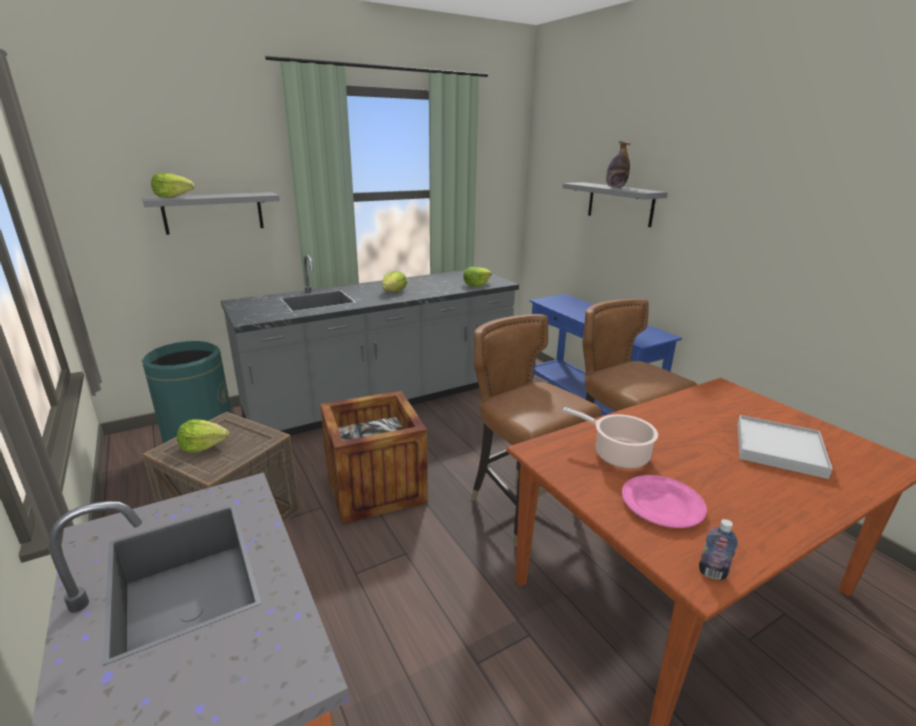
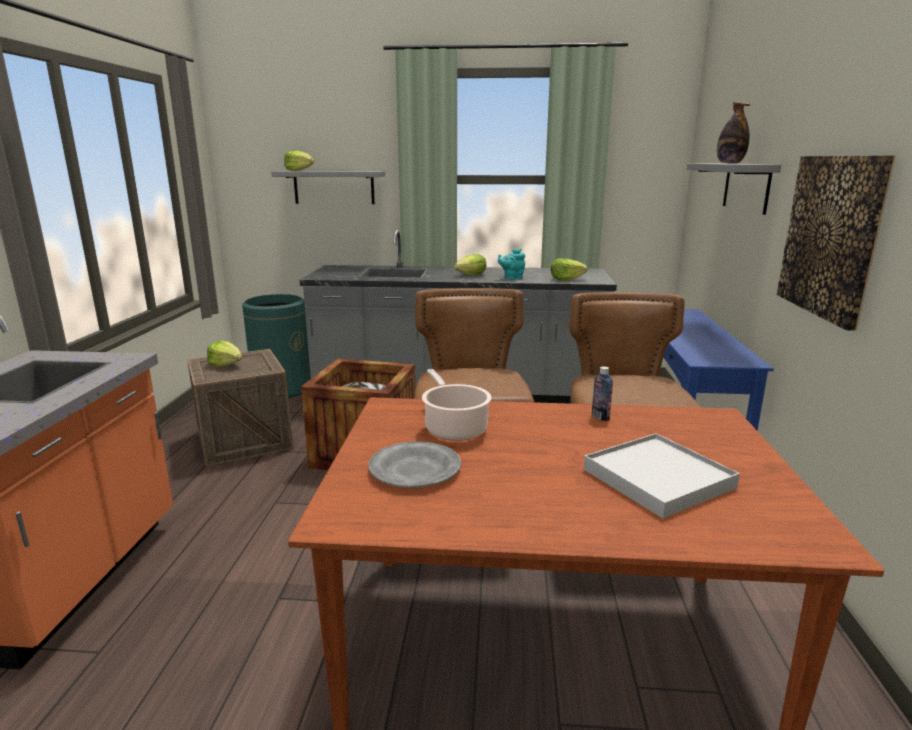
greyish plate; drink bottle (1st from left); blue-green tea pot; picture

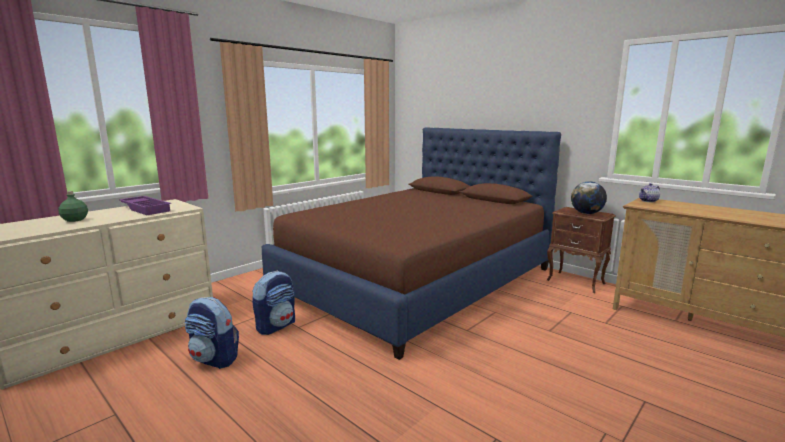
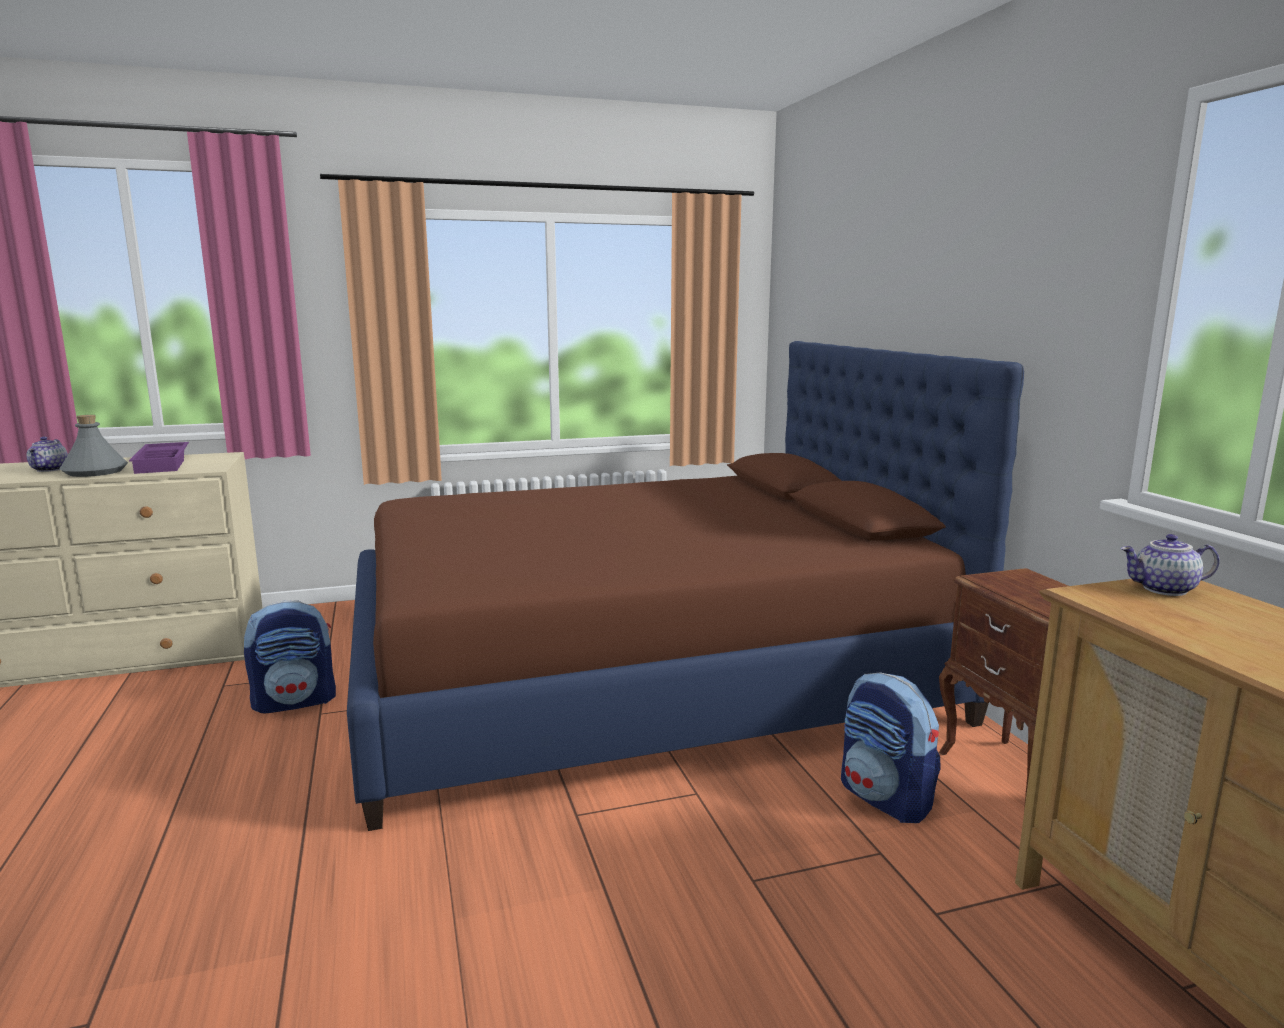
tea pot (1st from left); knapsack (2nd from left); world globe; greyish drink bottle

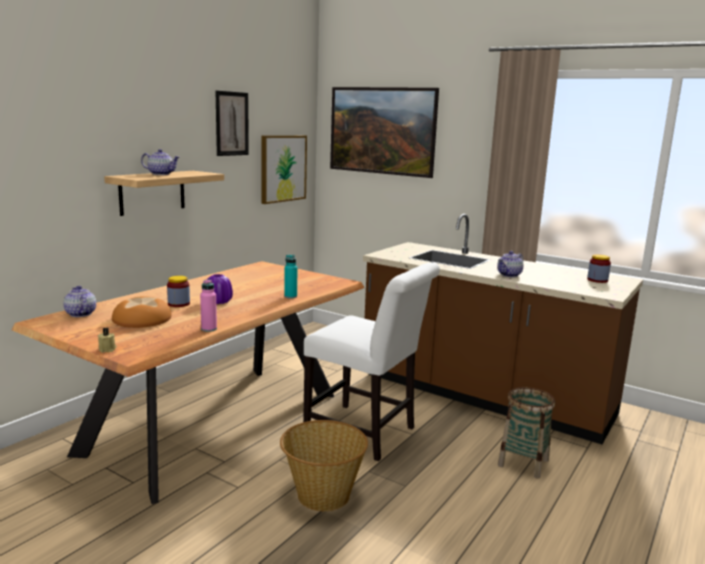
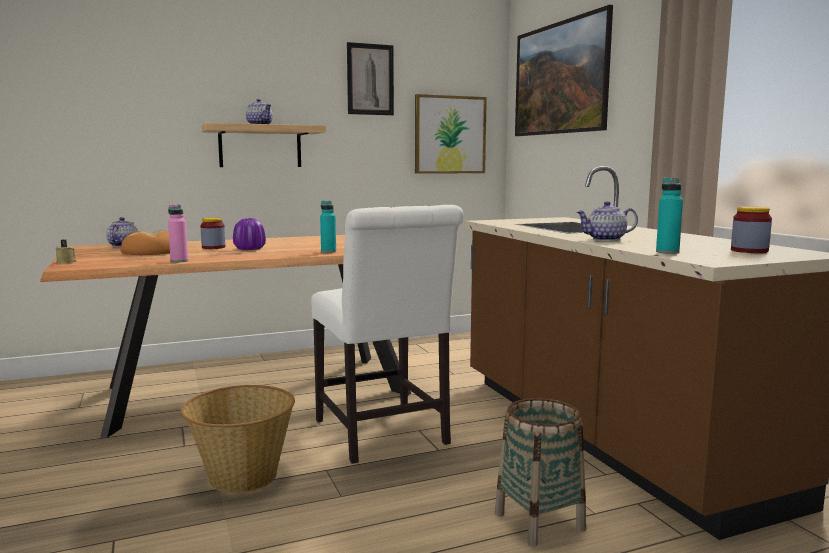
blue-green drink bottle (2nd from left)

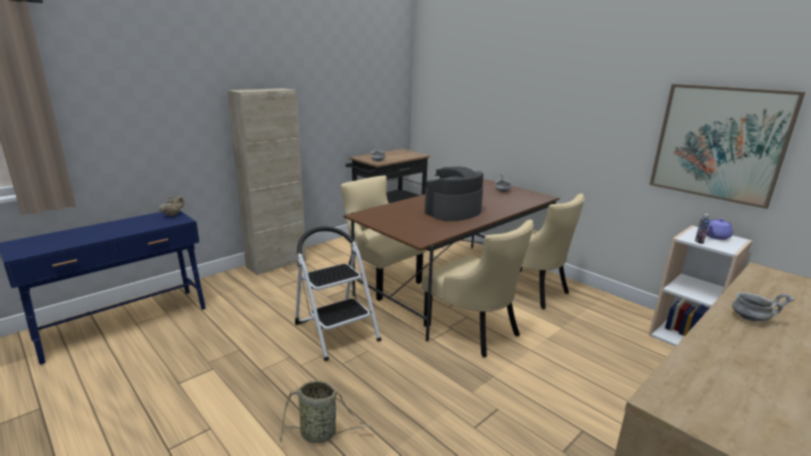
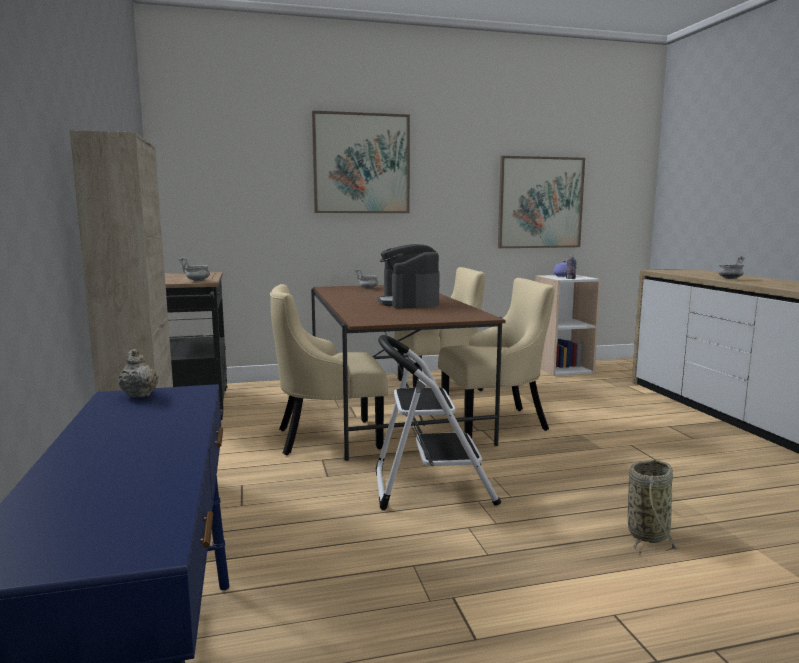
picture (1st from left)

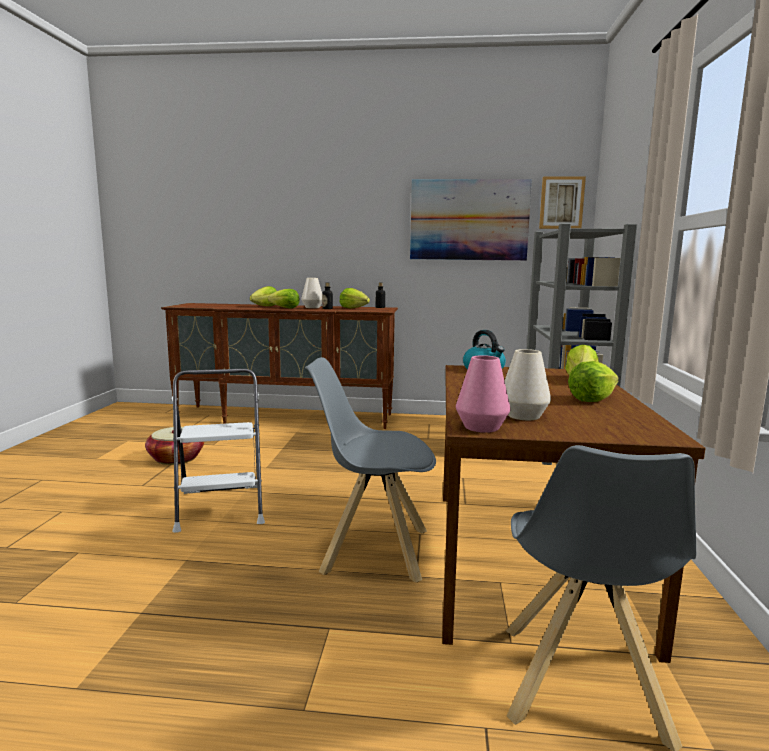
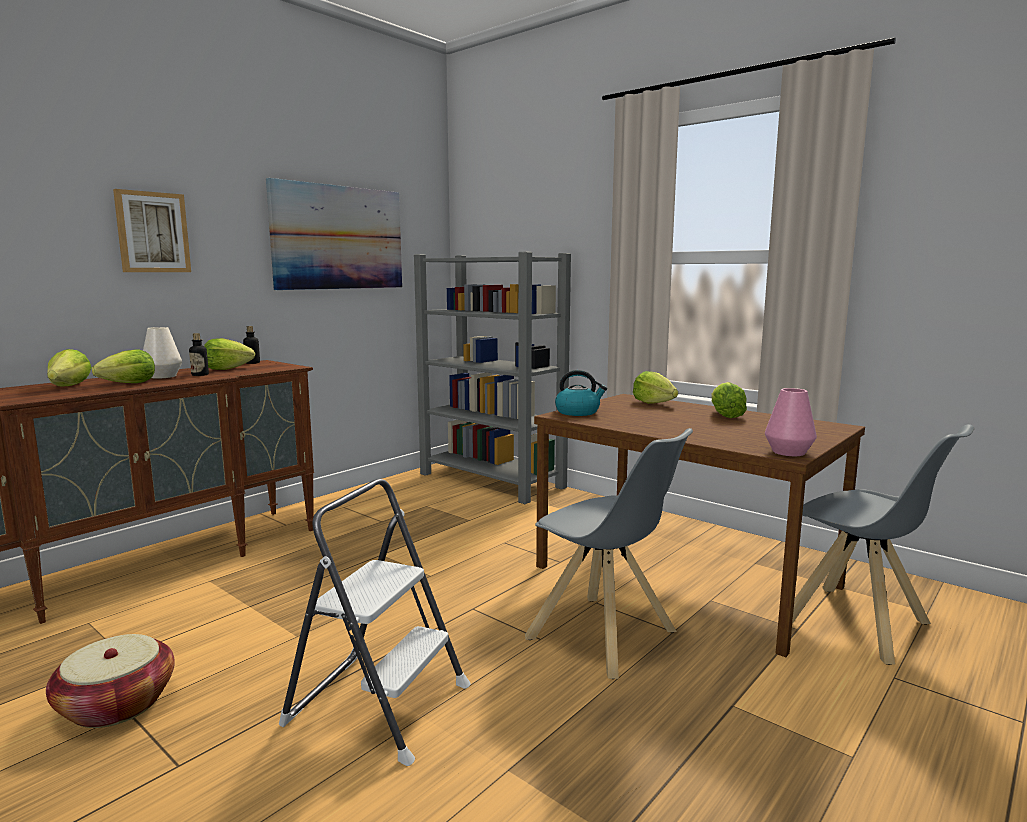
greyish plain chair (1st from left); white-coloured flower vase (2nd from left in the first image); picture (1st from left)

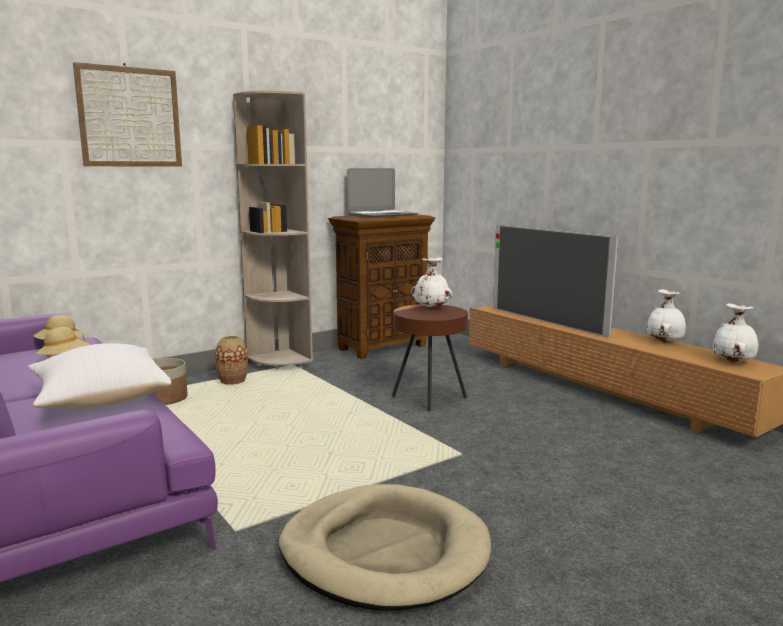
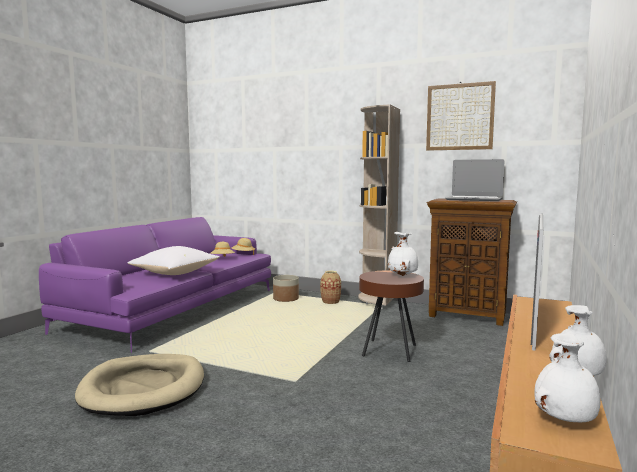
picture

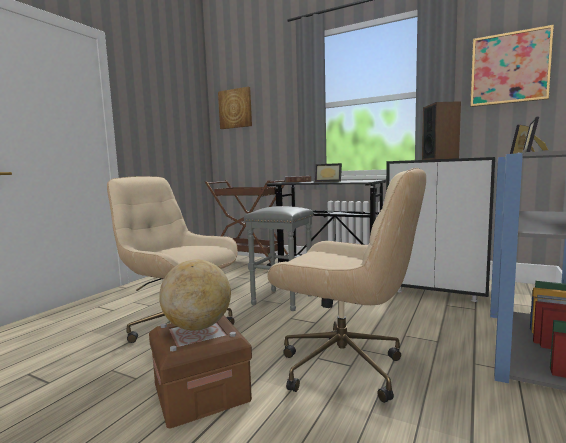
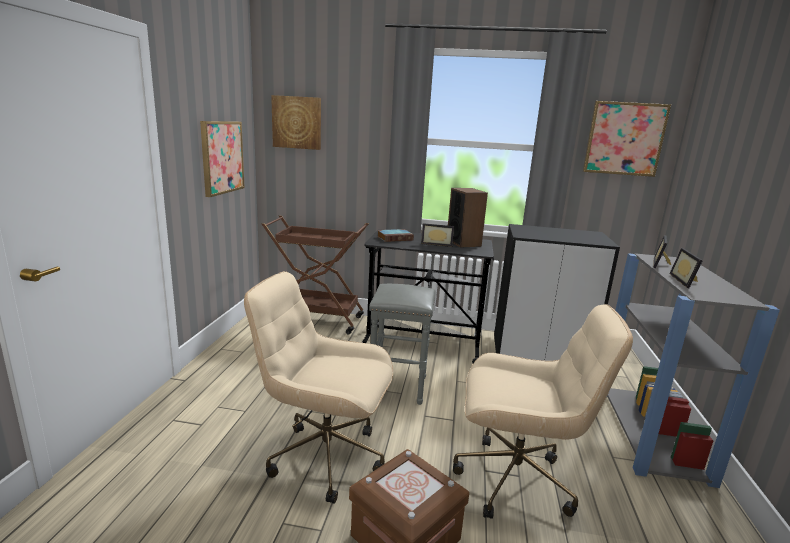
world globe; audio speaker; picture (1st from left)

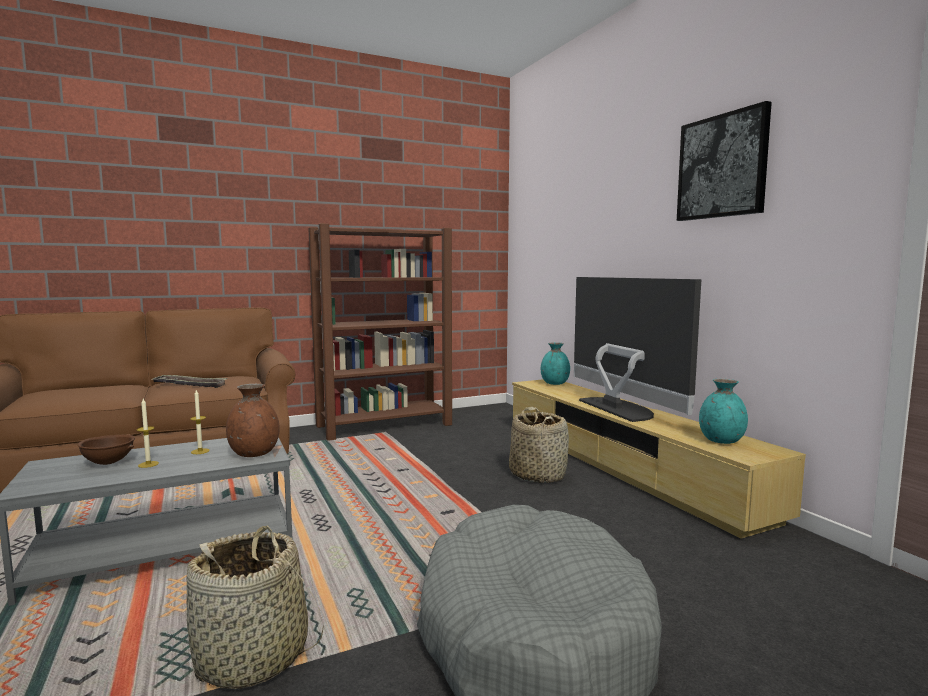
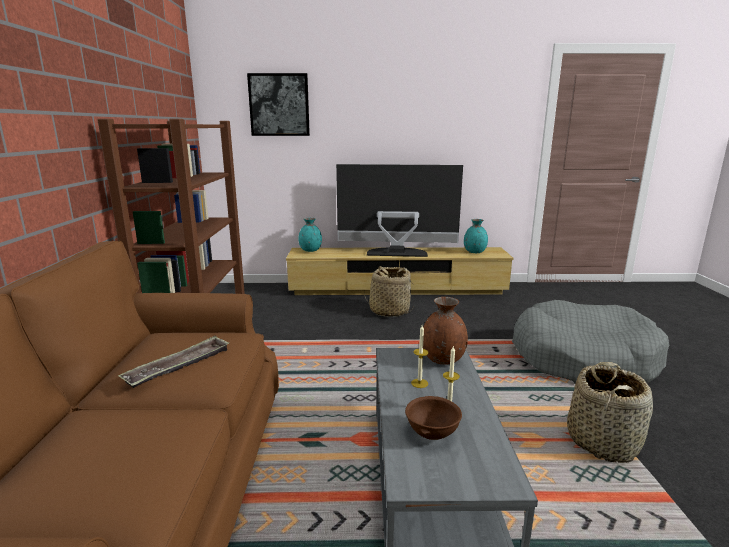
picture

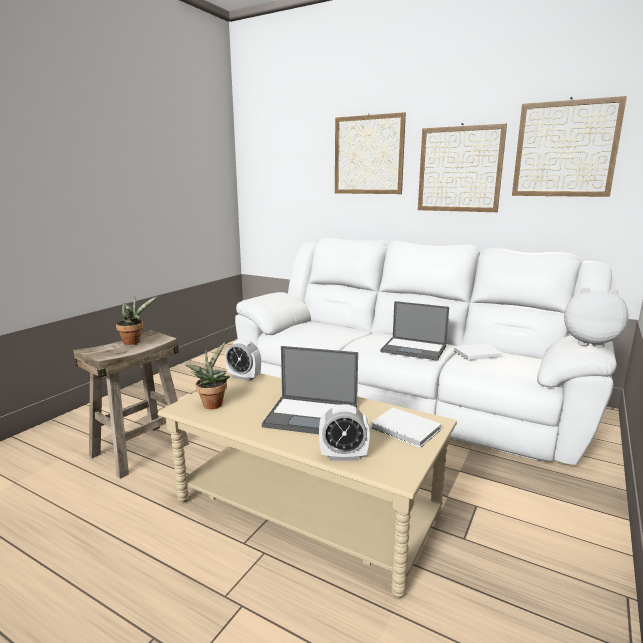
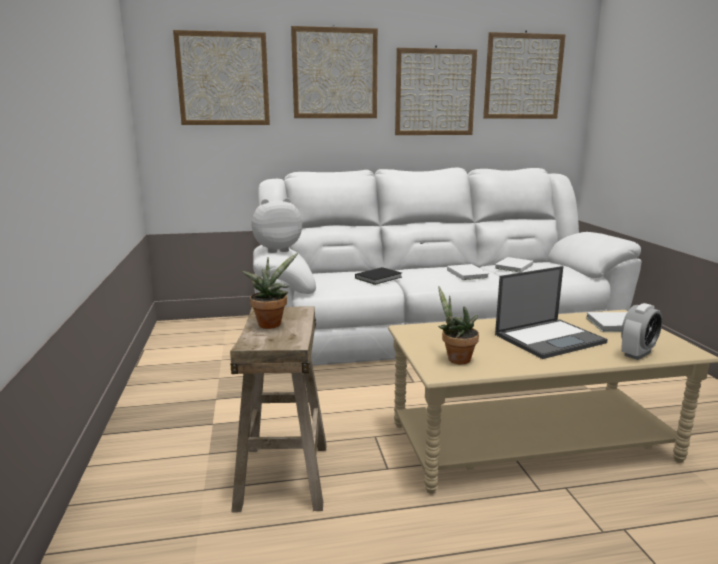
alarm clock (1st from left in the first image); white-coloured volume (1st from left); soft toy; picture (1st from left); blackish volume

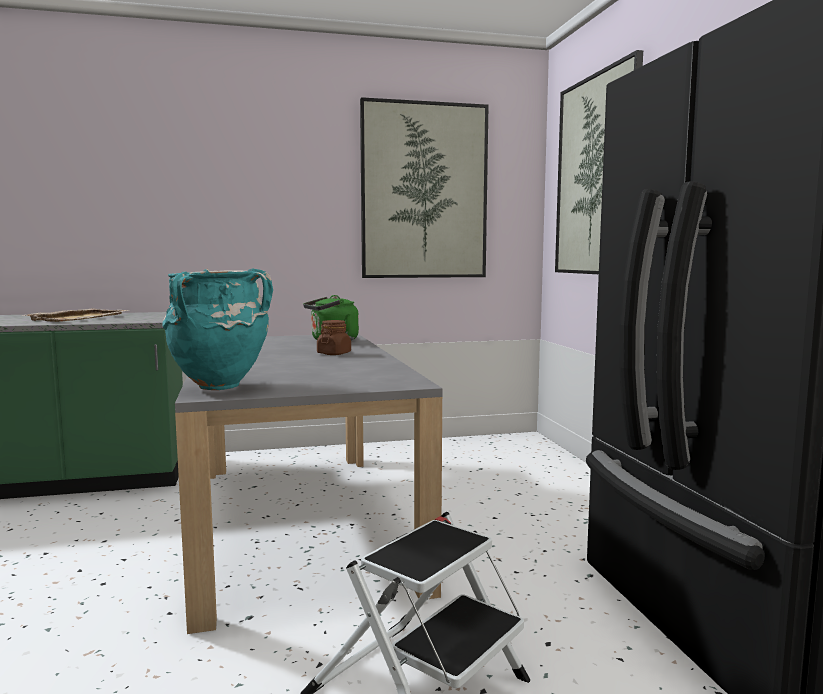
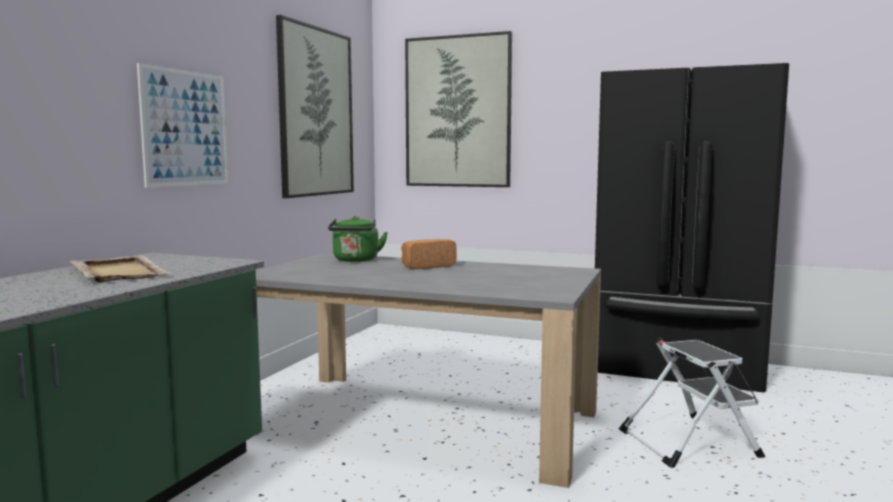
blue-green flower vase; bakery bread; picture (1st from left)

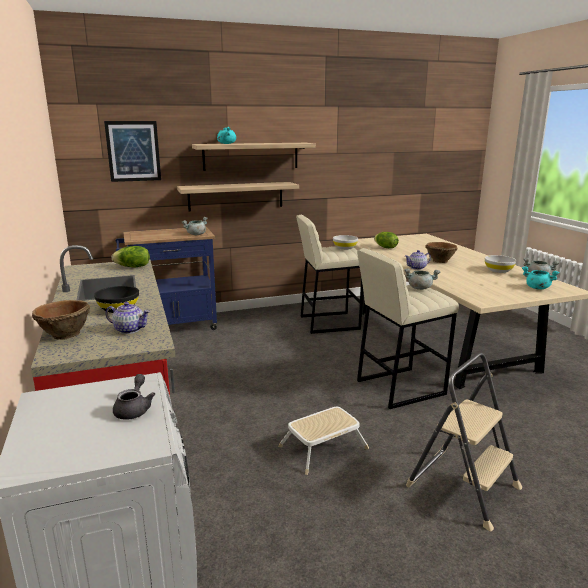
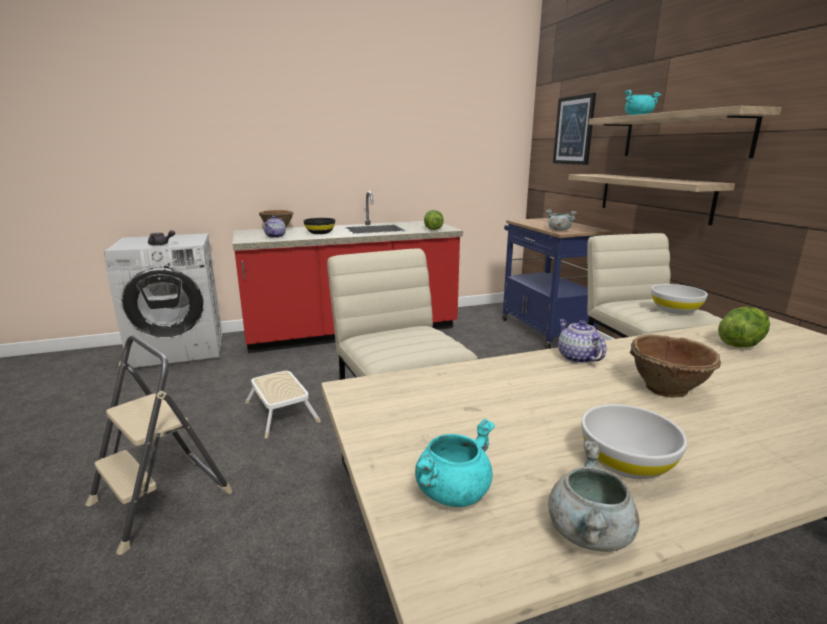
greyish cooking pot (2nd from left in the first image)

